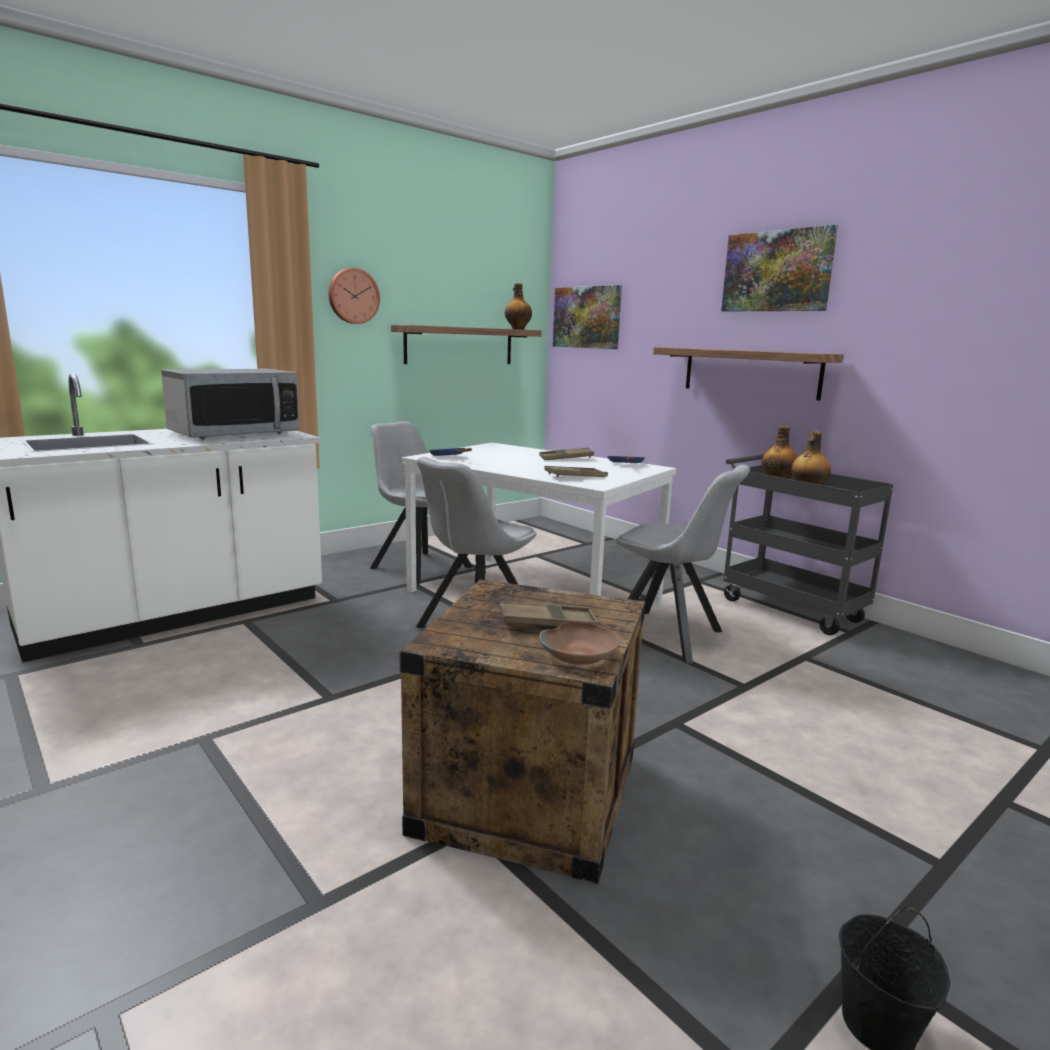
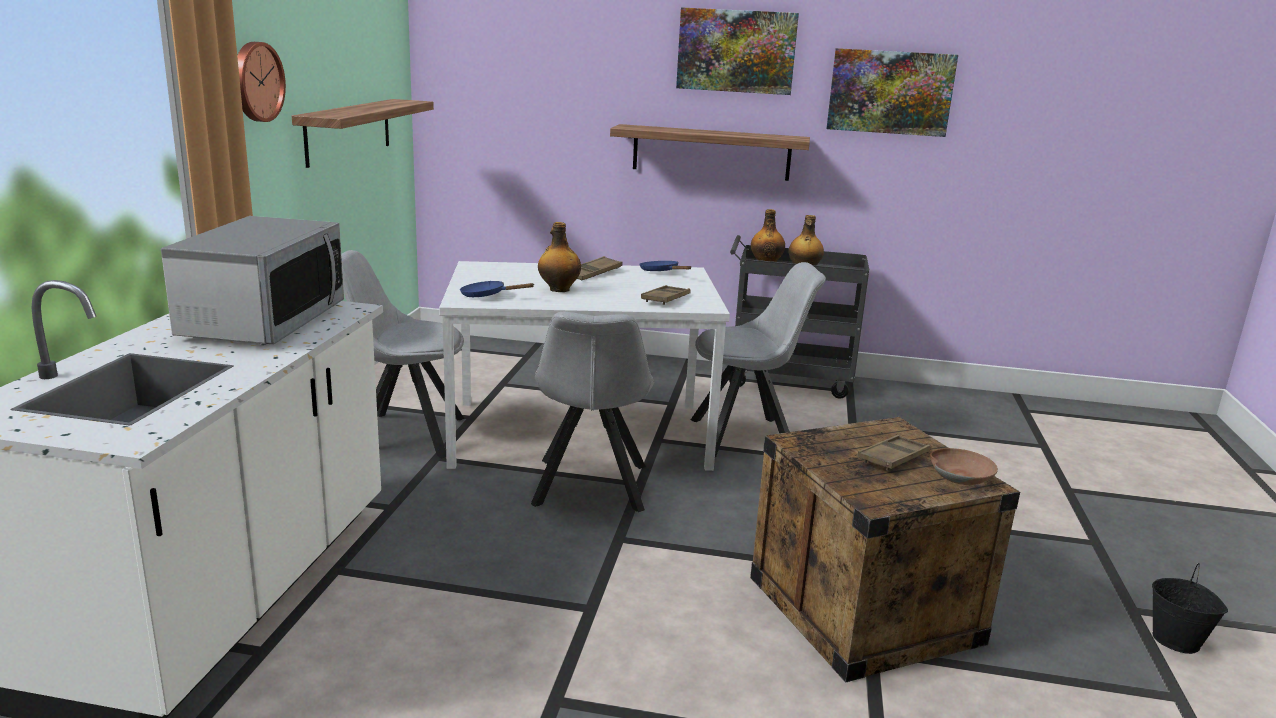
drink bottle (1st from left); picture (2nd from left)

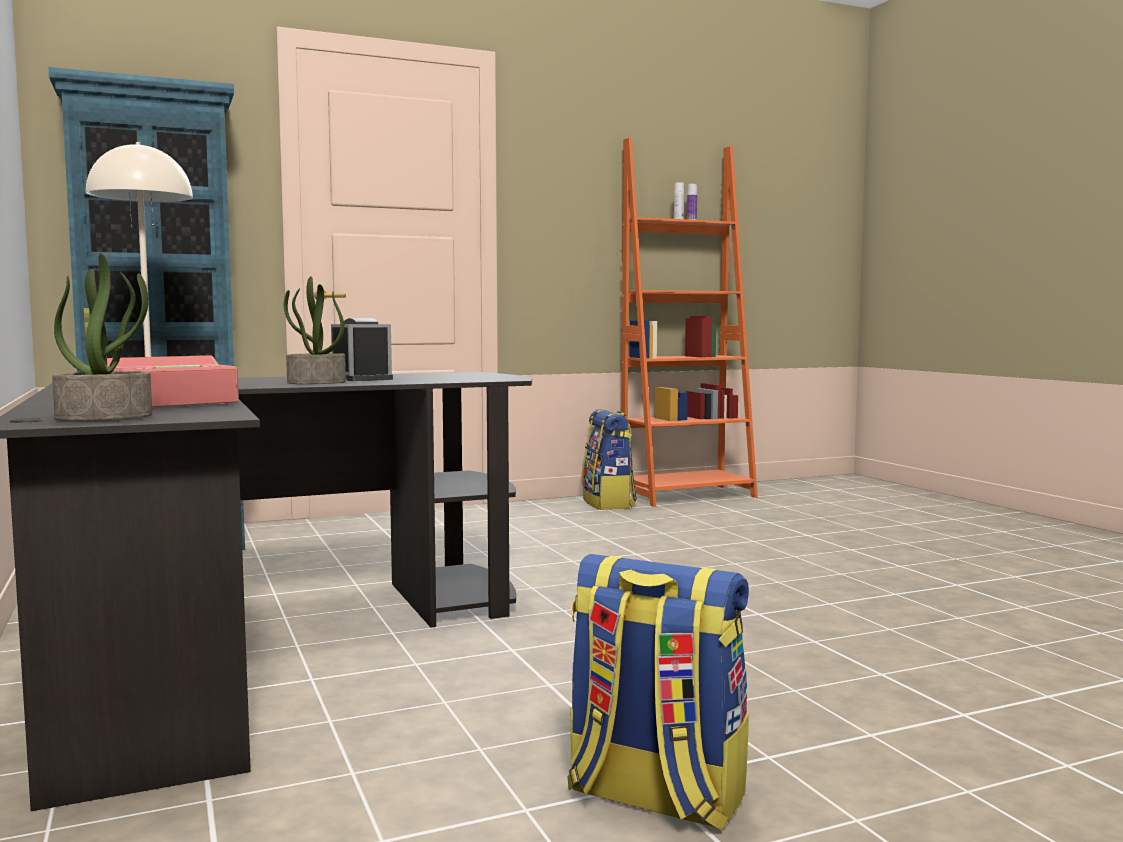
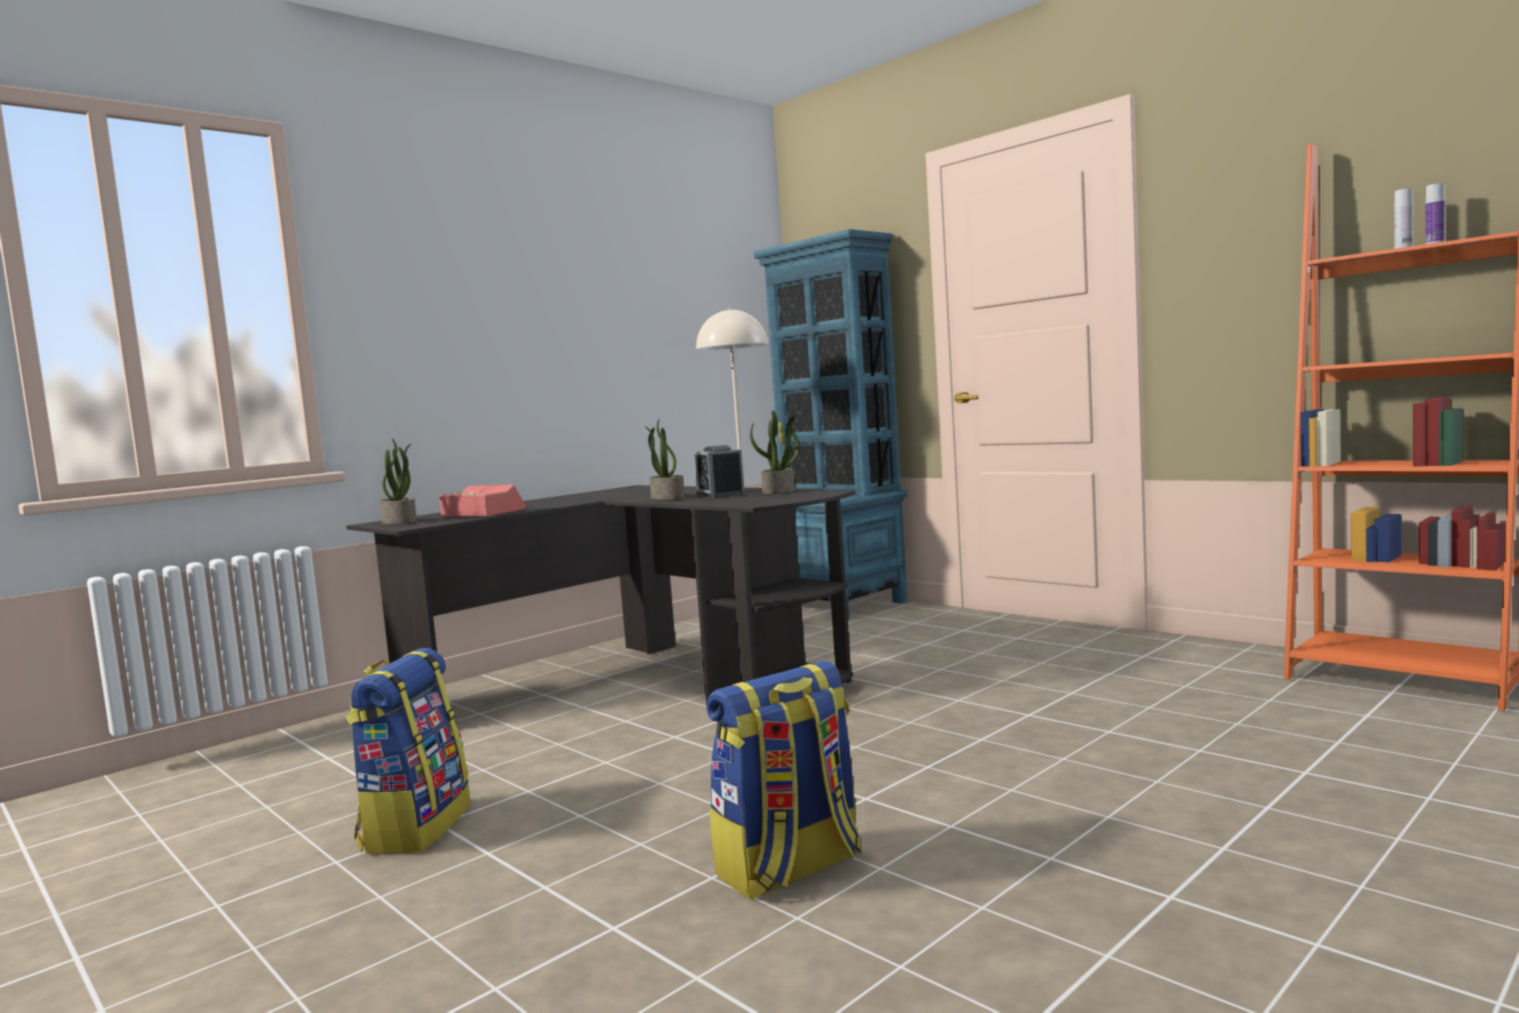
alarm clock (2nd from left); knapsack (2nd from left); plant in a pot (3rd from left)

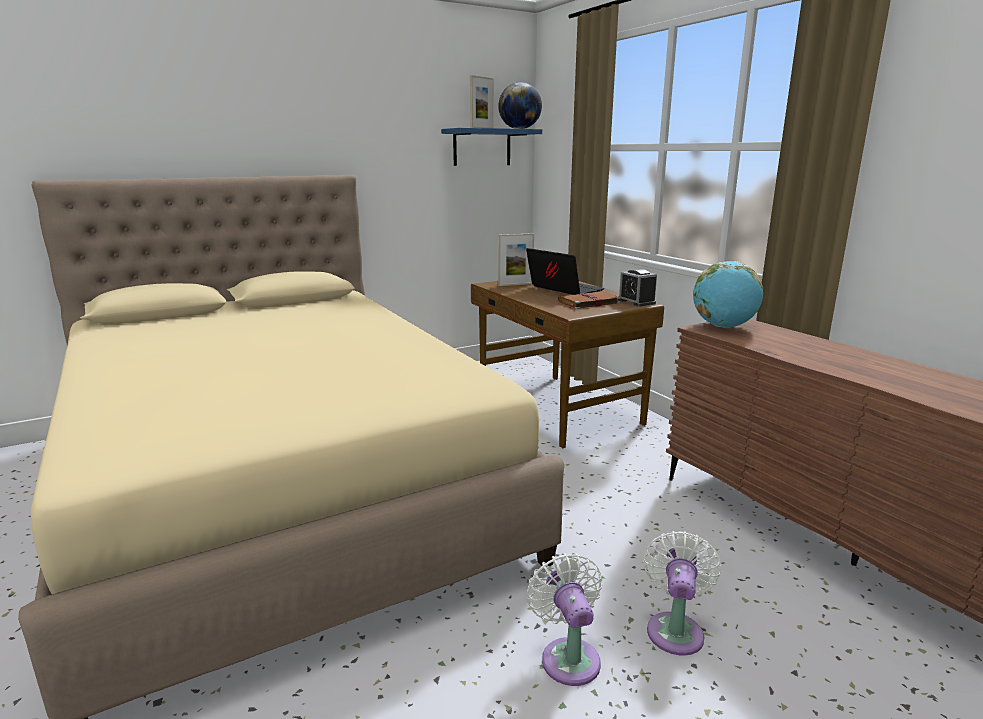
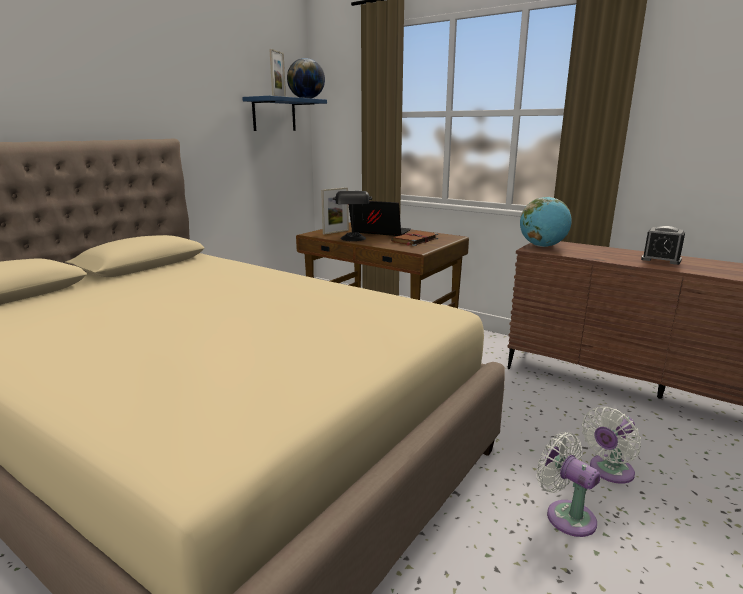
alarm clock; white-coloured cooling fan (2nd from left); blackish table lamp

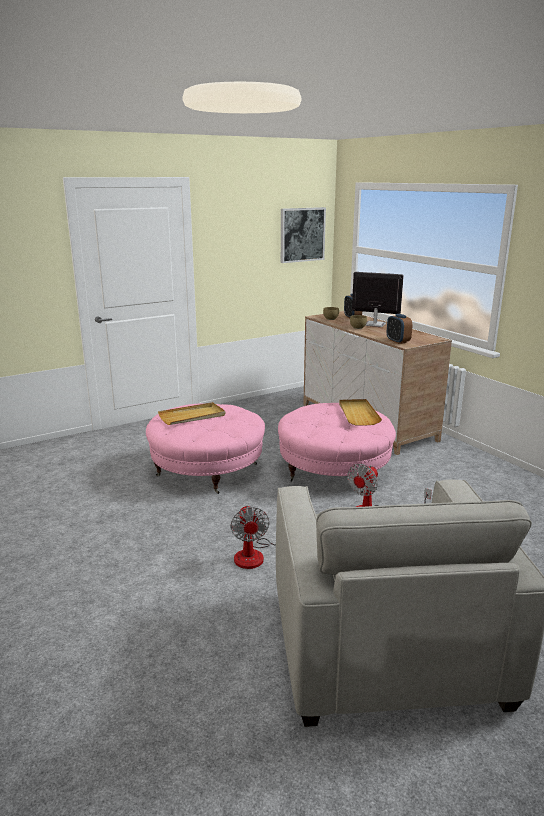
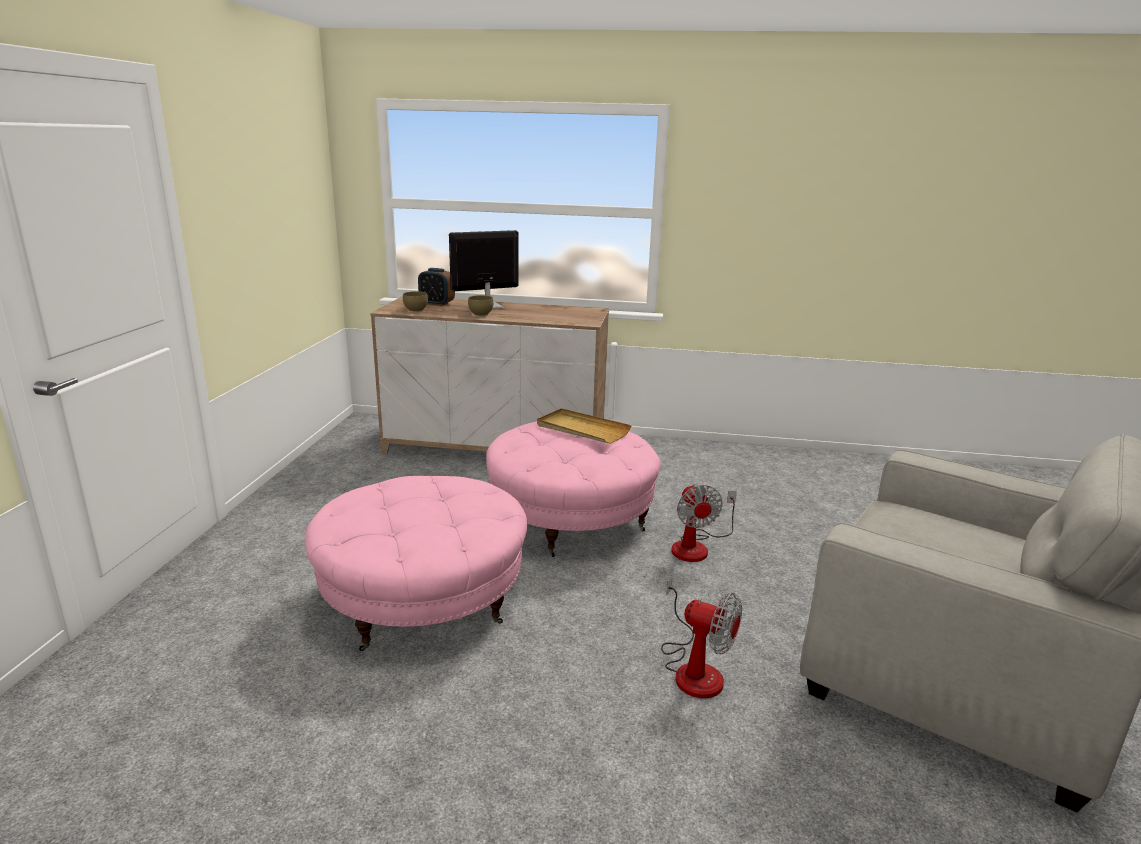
beige carrying tray (1st from left in the first image); picture; alarm clock (2nd from left in the first image)

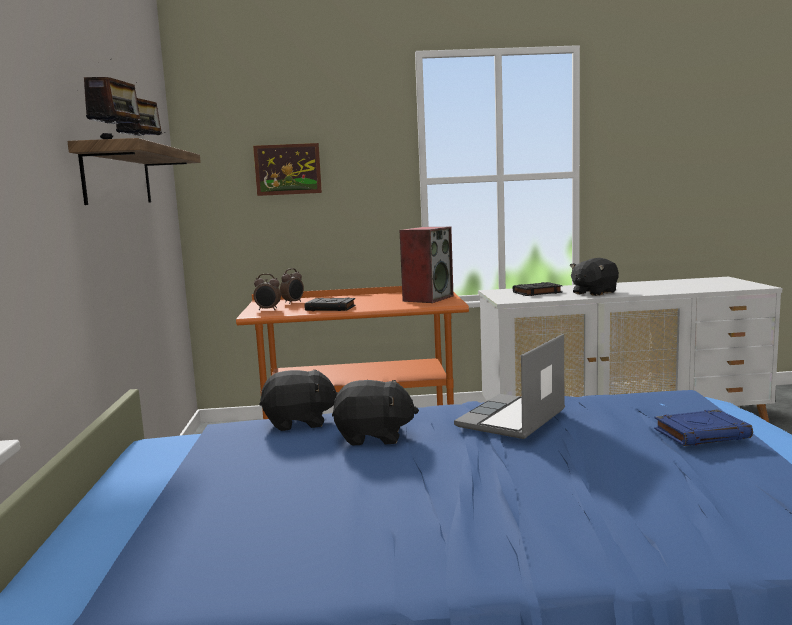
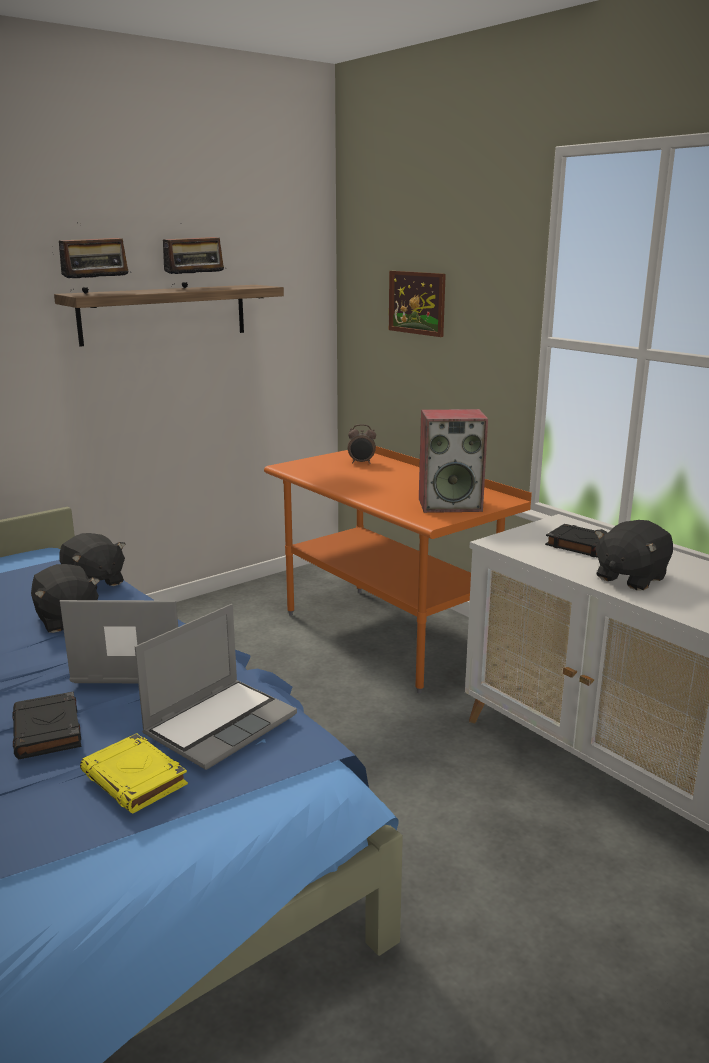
alarm clock (1st from left in the first image); blackish volume (1st from left); blackish soft toy (3rd from left); yellow-coloured volume; notebook computer (2nd from left)

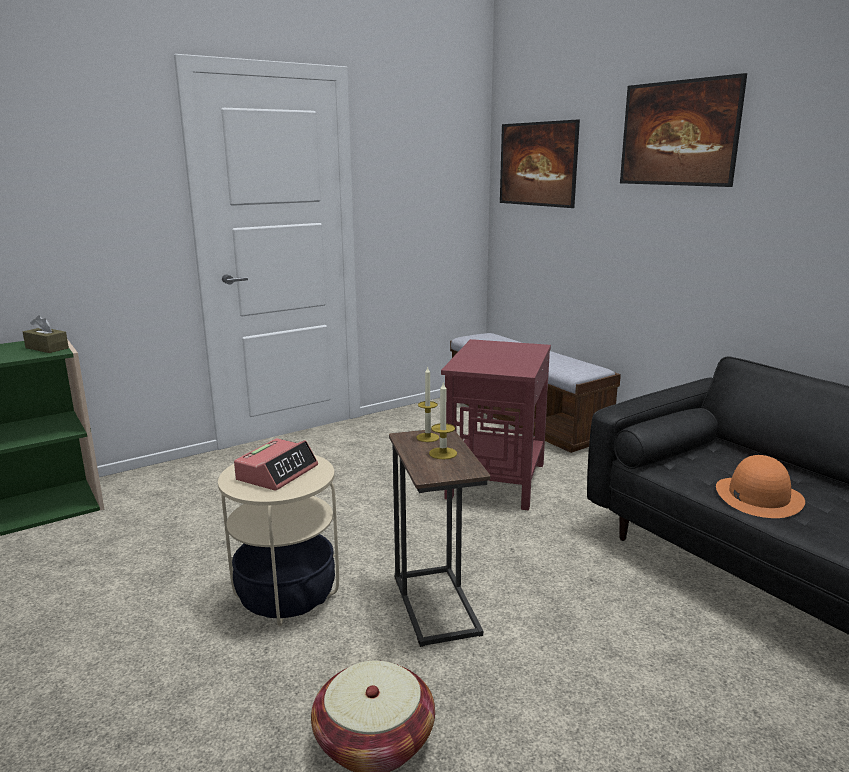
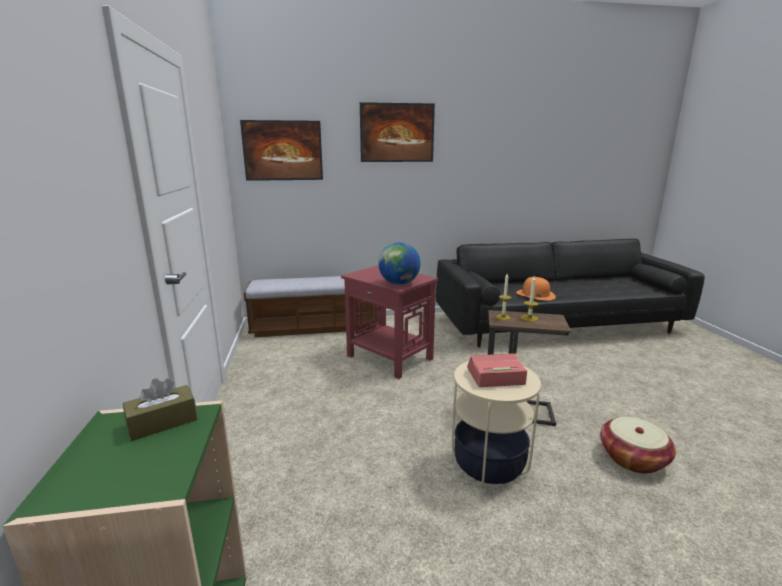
alarm clock; world globe

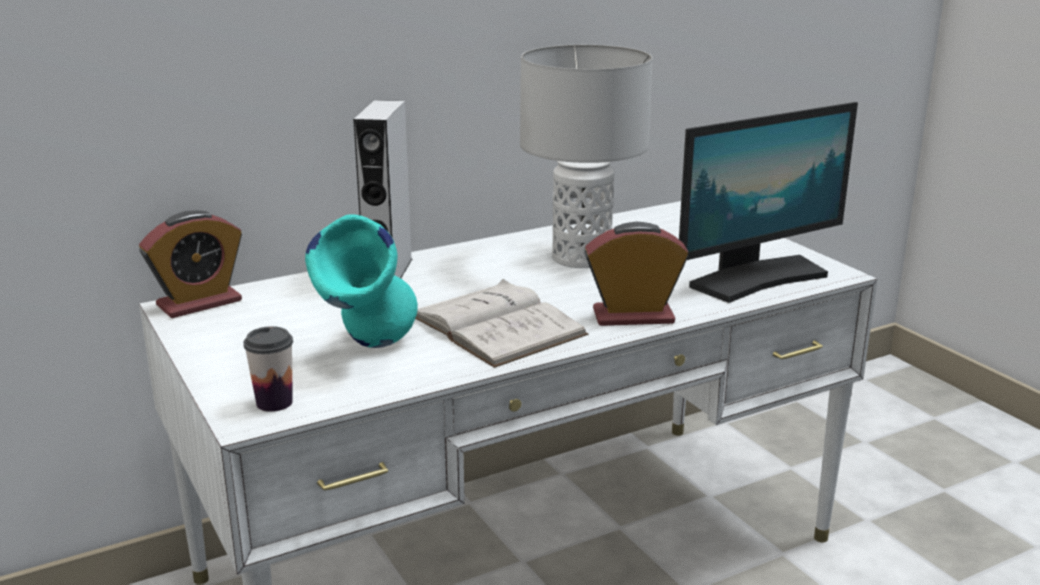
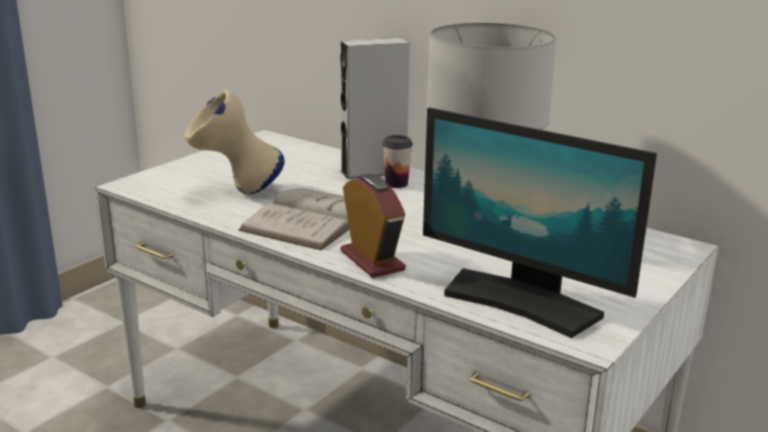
alarm clock (1st from left in the first image); cup; beige flower vase

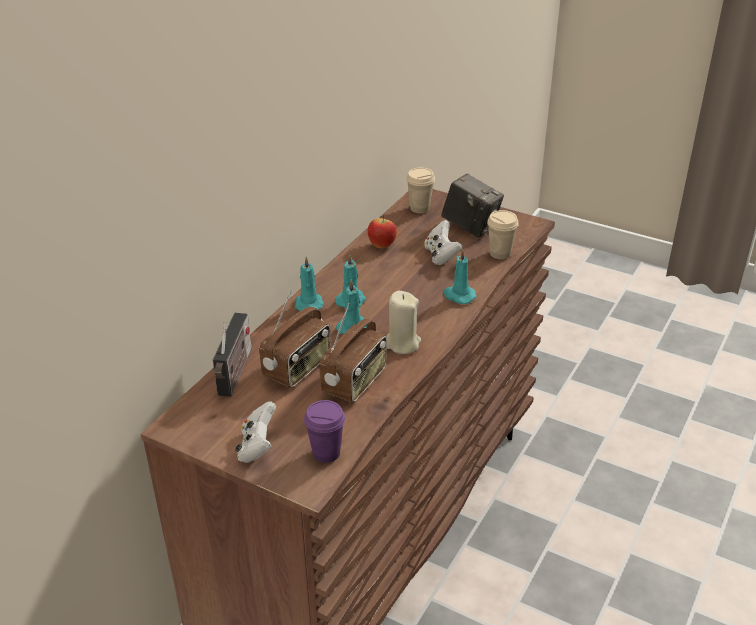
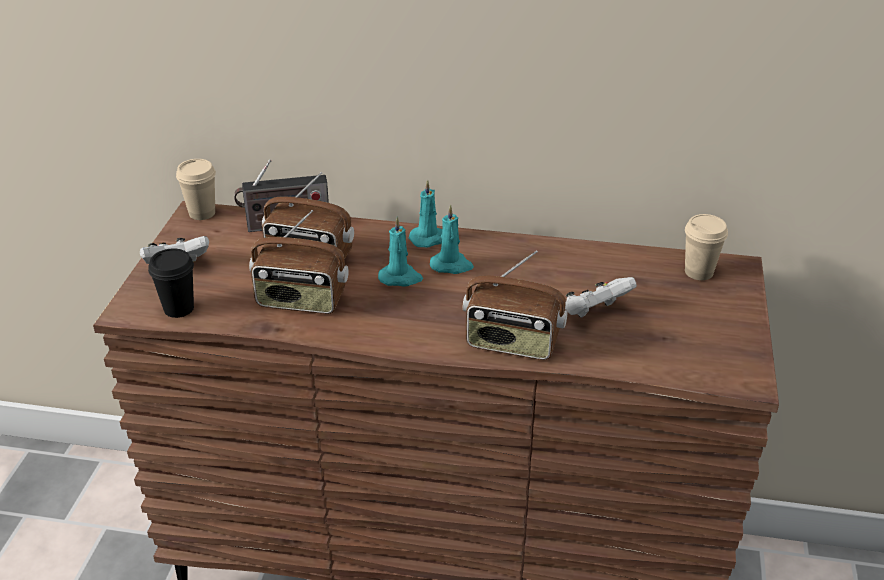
blackish cup; whole apple; beige wax light; still camera; radio set (4th from left); beige cup (1st from left)

